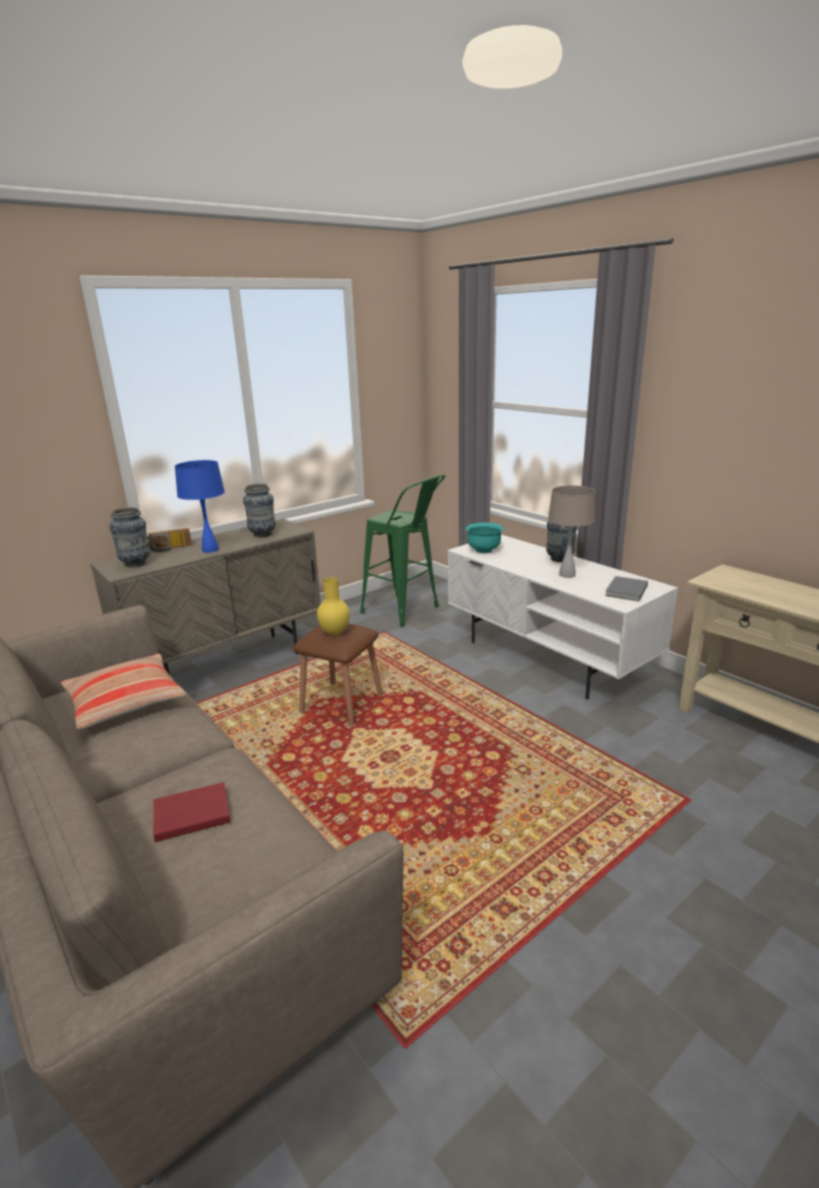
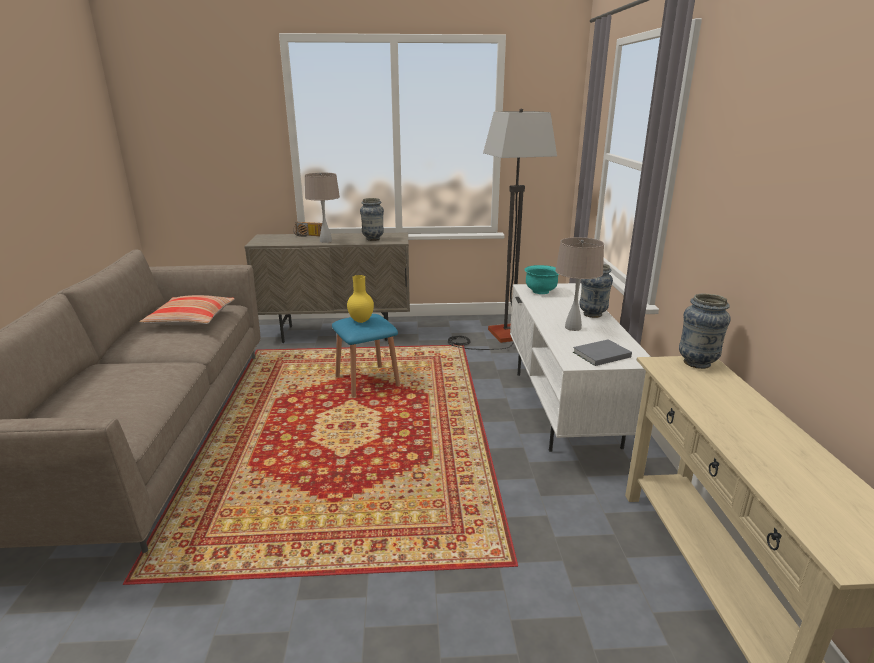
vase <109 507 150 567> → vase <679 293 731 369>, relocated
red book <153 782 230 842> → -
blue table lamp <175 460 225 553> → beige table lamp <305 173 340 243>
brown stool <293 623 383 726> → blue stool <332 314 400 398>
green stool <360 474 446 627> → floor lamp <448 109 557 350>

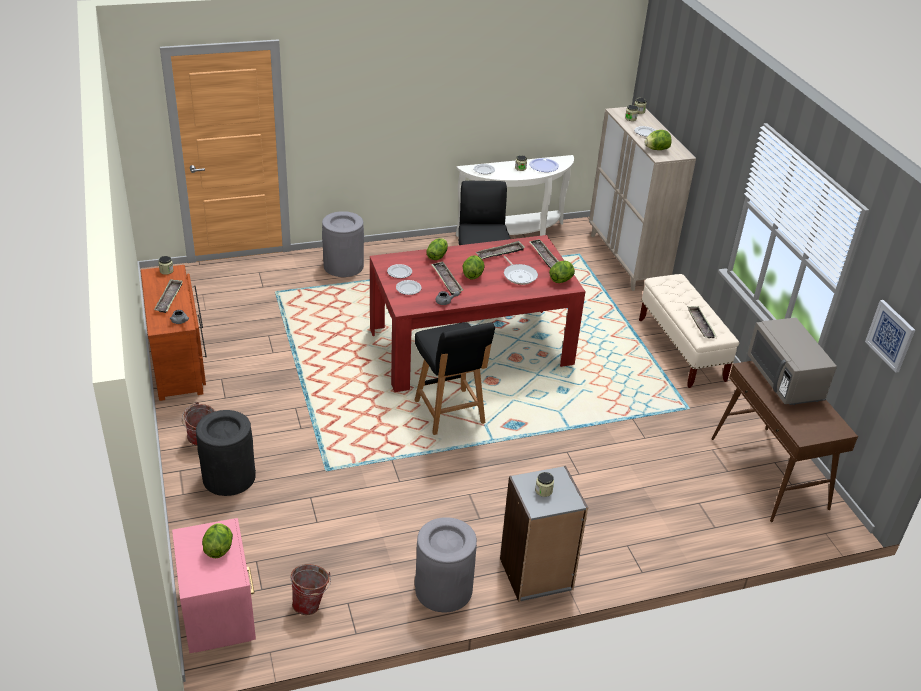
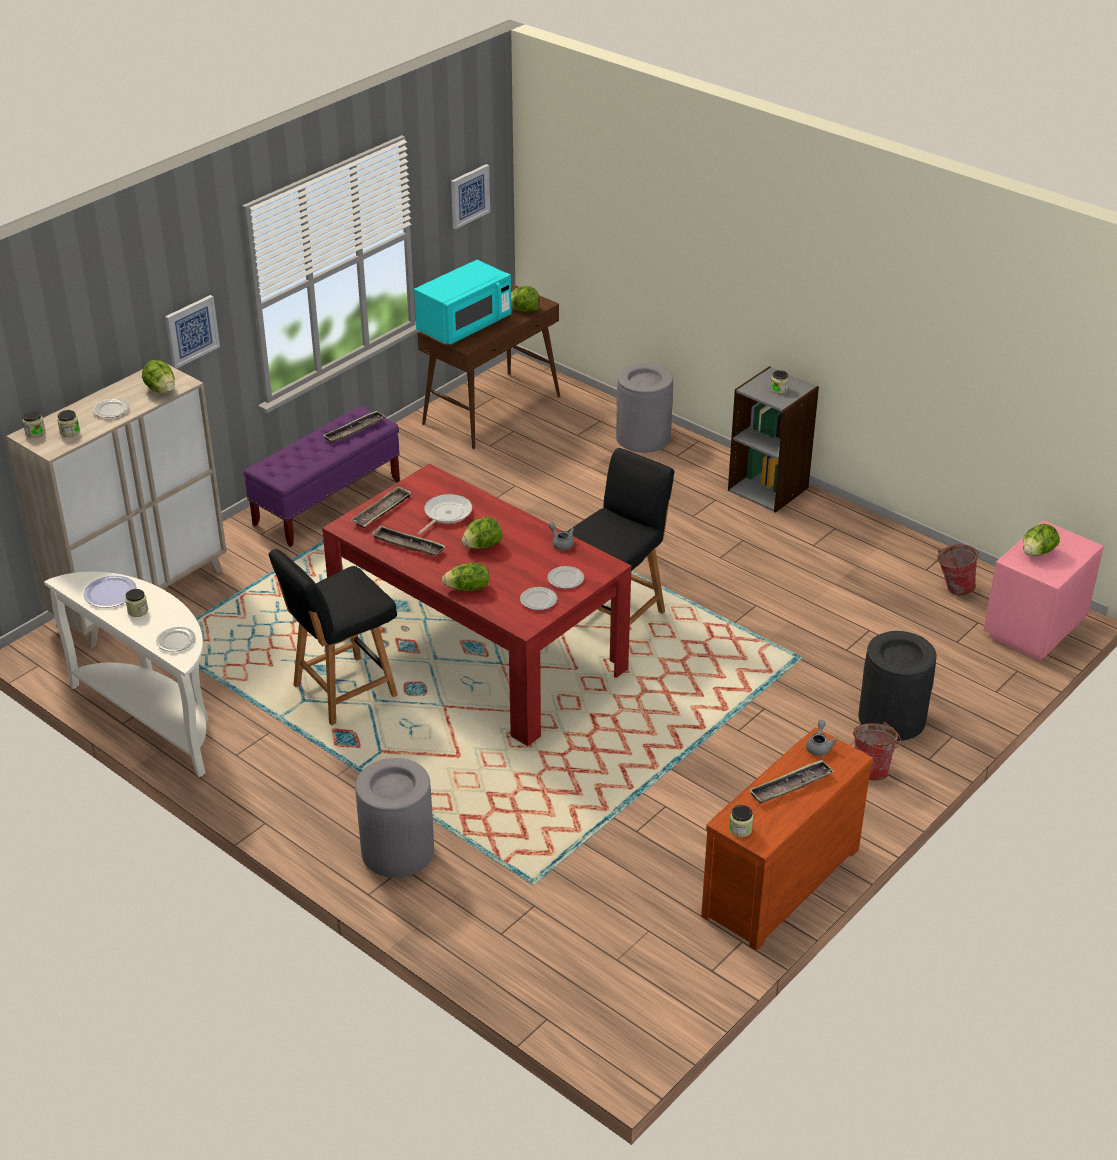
grey trash can <414 517 477 613> → grey trash can <616 363 673 453>, relocated
tray <431 262 463 295> → -
lettuce <549 261 575 283> → lettuce <511 286 540 312>, relocated
beige bench <639 274 739 388> → purple bench <244 406 400 547>
grey microwave <748 318 837 405> → turquoise microwave <414 260 512 344>
- → picture <165 295 220 369>

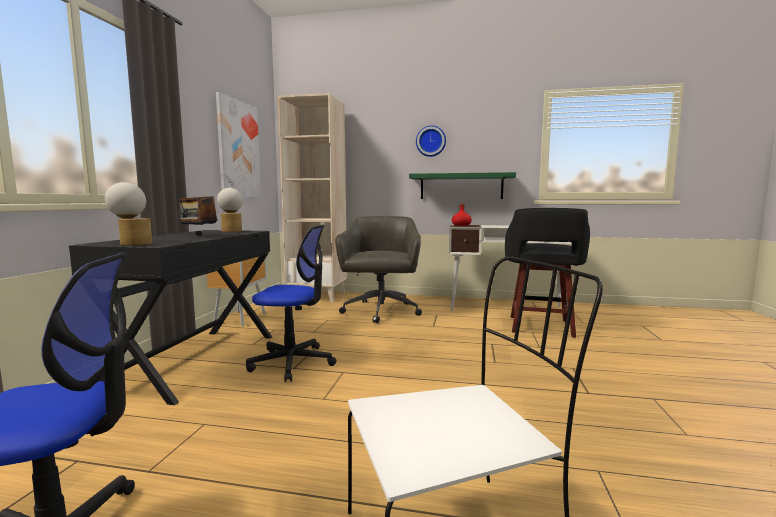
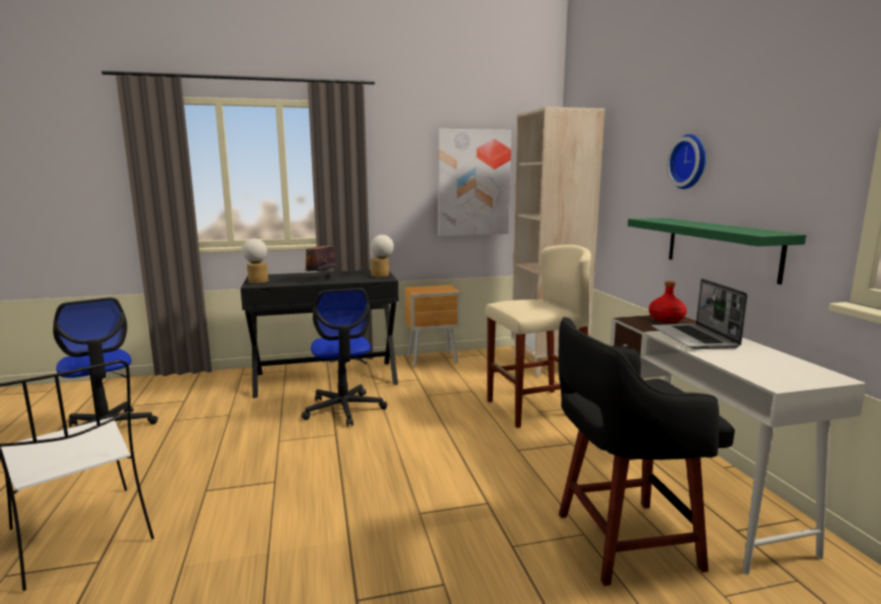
grey office chair <336 216 422 323> → beige stool <485 245 591 428>
- → laptop <651 279 747 349>

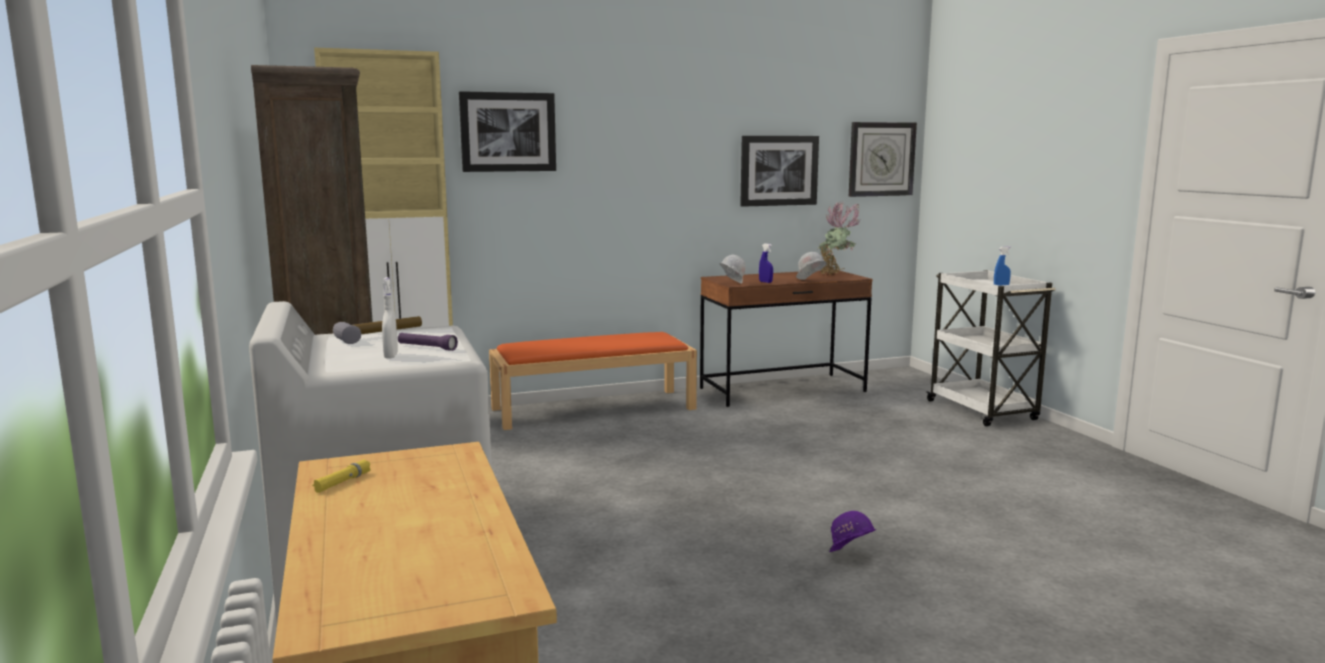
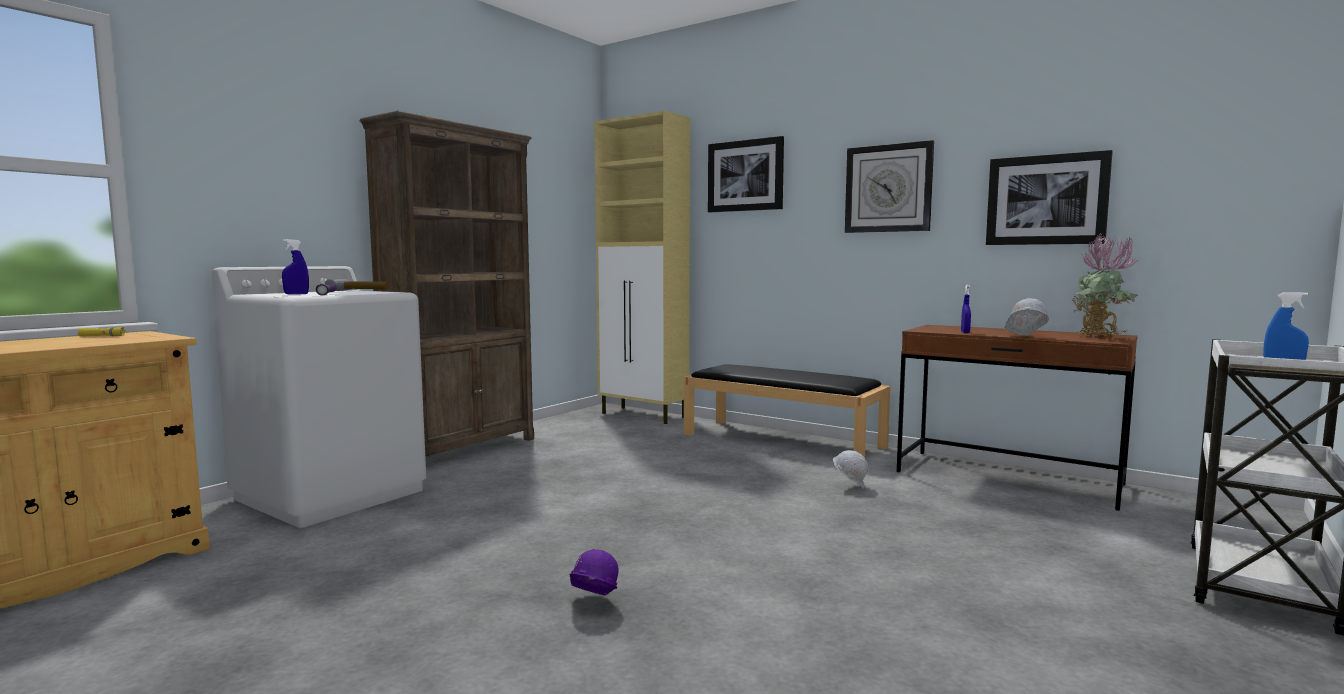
white spray bottle <382 277 398 359> → blue spray bottle <282 239 309 295>
orange bench <489 332 697 430> → black bench <684 364 891 458>
white hard hat <719 255 746 284> → white hard hat <833 450 869 489>, relocated
wall clock <849 122 917 197> → wall clock <845 140 934 233>, relocated

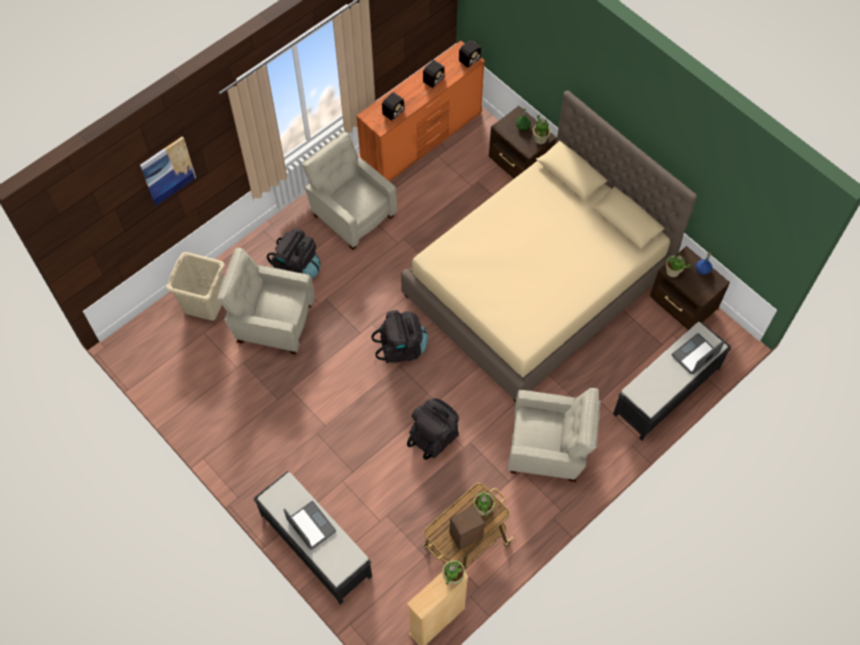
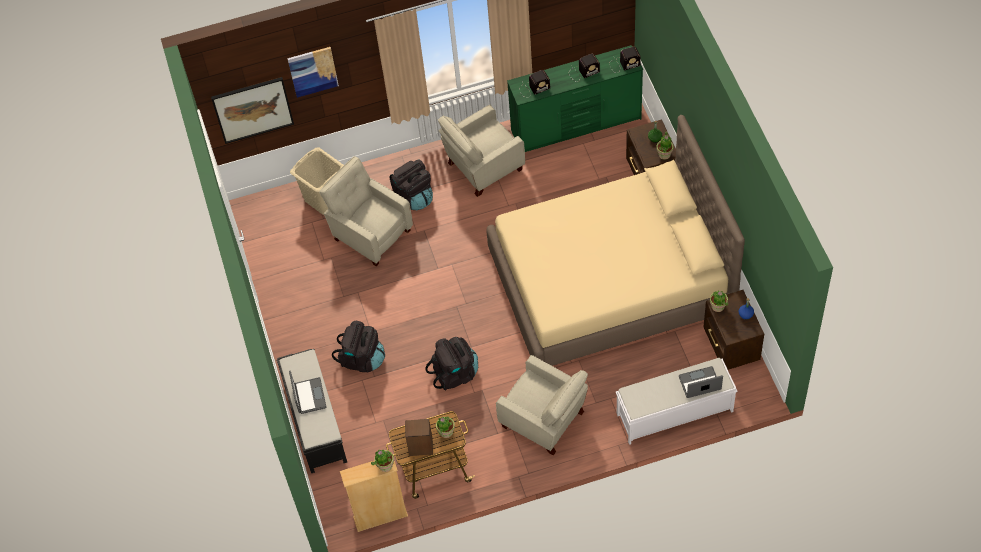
beige armchair <302 131 397 250> → beige armchair <438 105 525 197>, 105 degrees counterclockwise
orange dresser <356 41 485 182> → green dresser <507 45 643 152>
black backpack <371 310 428 363> → black backpack <332 321 385 372>, relocated
black bench <613 321 731 441> → white bench <616 358 737 445>
- → picture <211 77 294 144>

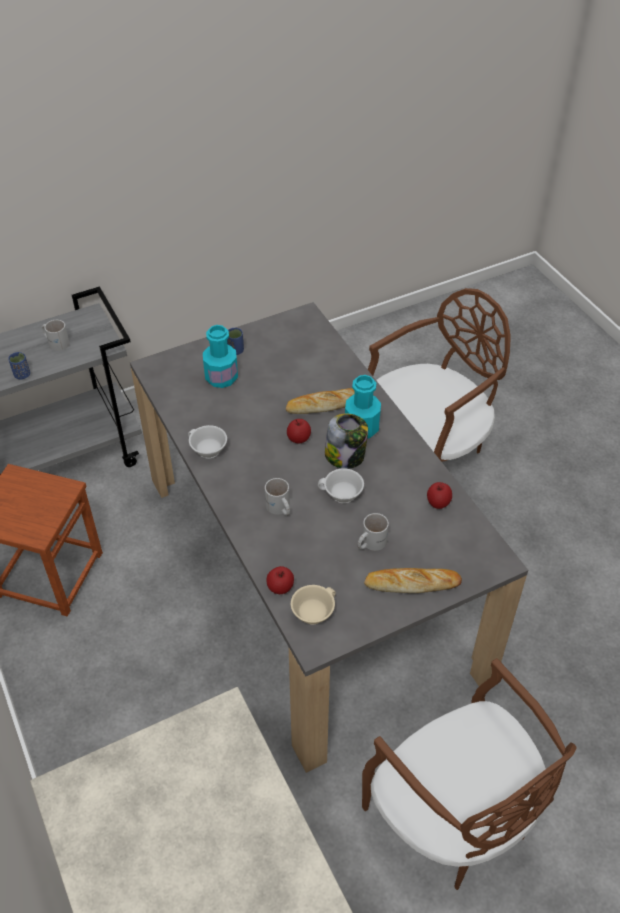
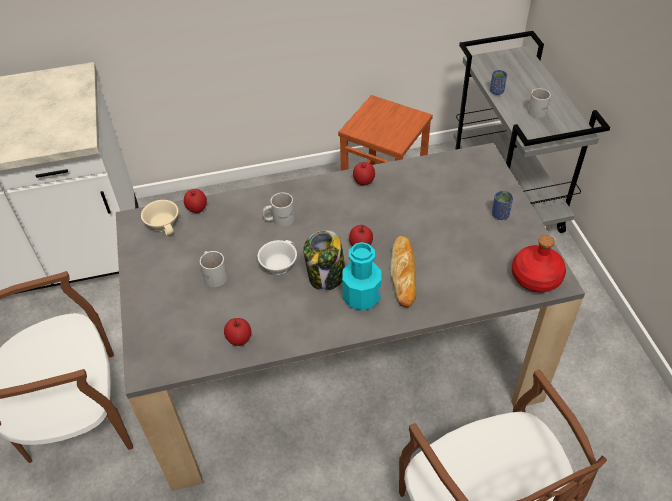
white cup <188 425 227 459> → apple <353 162 375 186>
turquoise bottle <203 325 238 388> → -
bread <364 568 462 593> → -
- → red bottle <512 235 566 293>

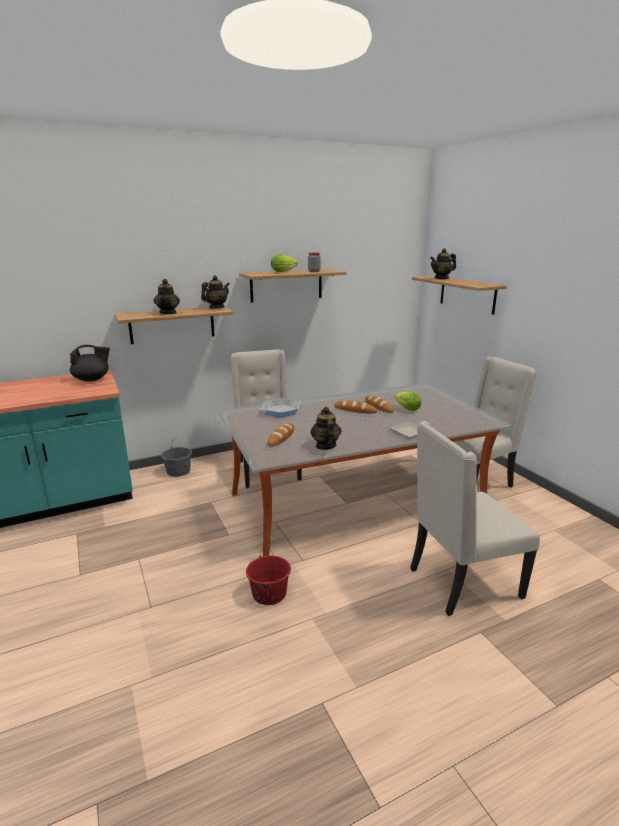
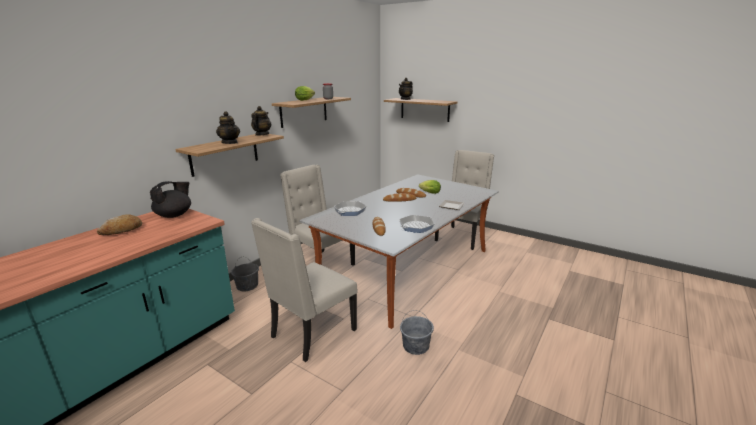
red bucket <246 547 291 605> → grey bucket <400 310 434 355>
teapot <311 407 342 450> → frying pan <399 215 434 233>
beige chair <410 421 540 616> → beige chair <251 218 358 362>, relocated
- → bread <97 214 142 235>

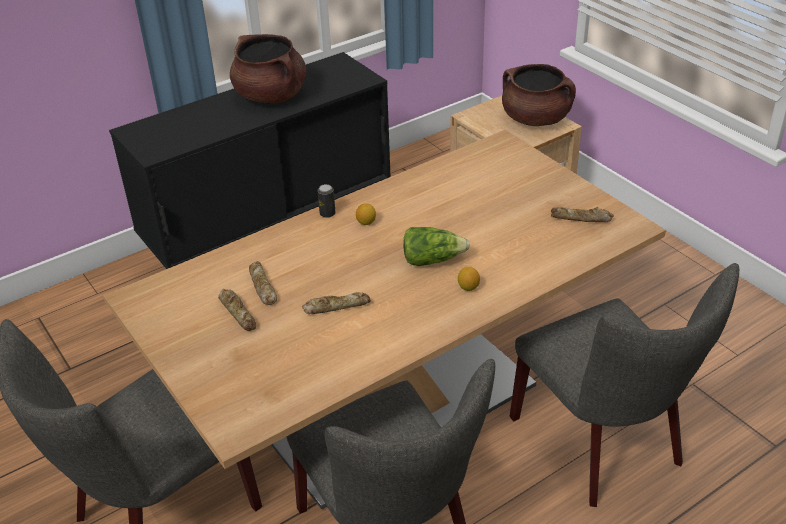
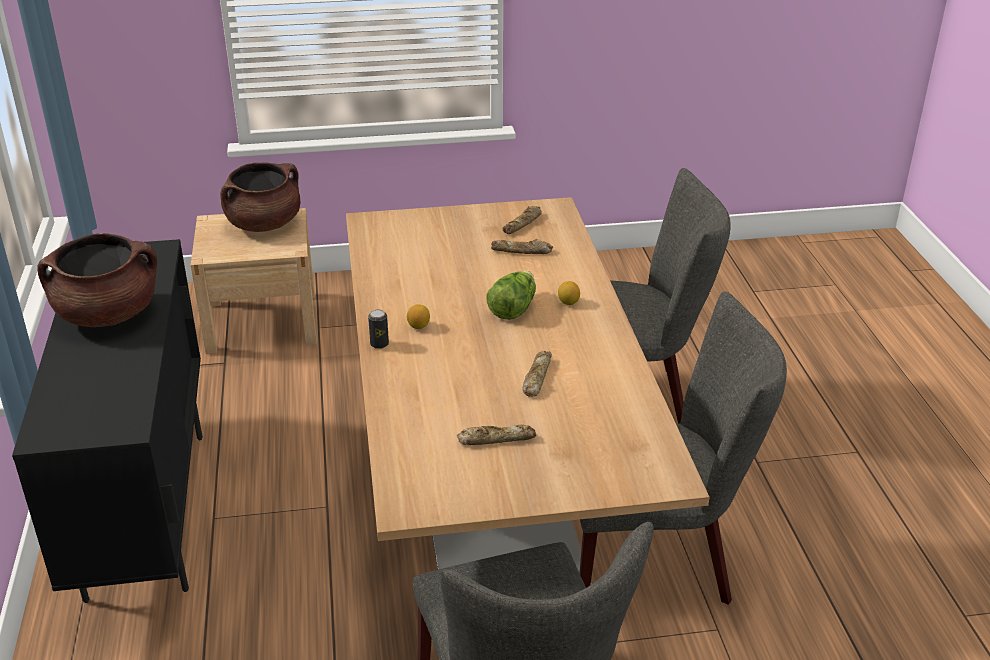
bread <249 261 277 305> → bread <491 239 553 254>, relocated

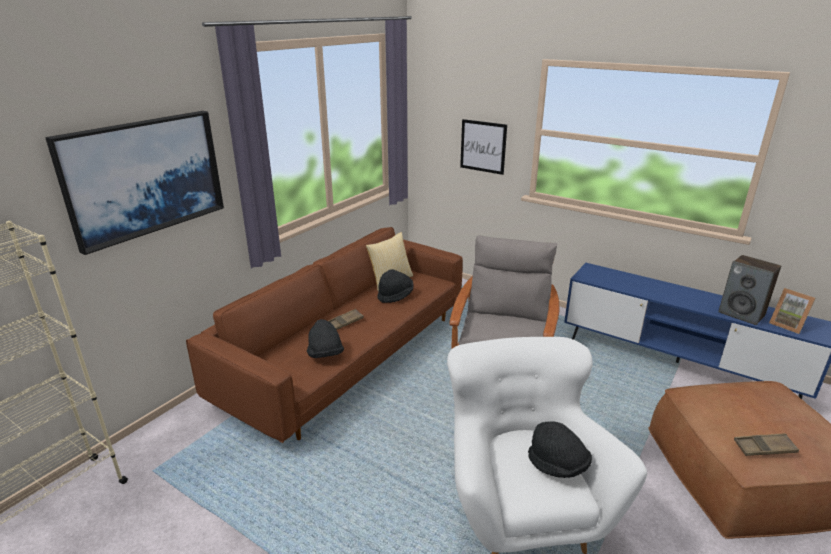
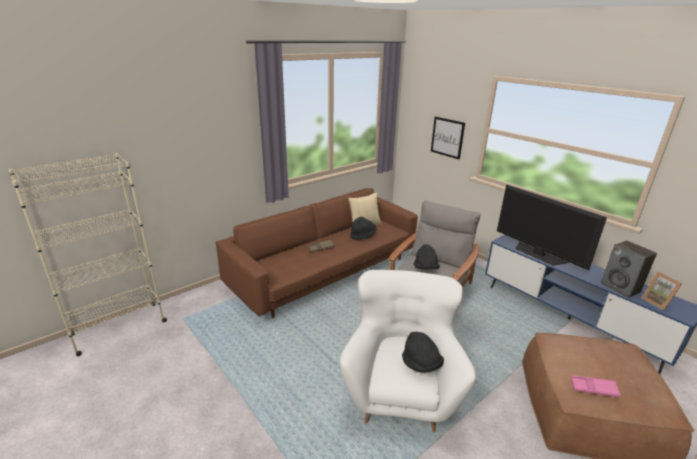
picture <45 111 224 255> → -
black hat <307 319 344 358> → black hat <414 244 440 269>, relocated
brown tray <734 433 799 456> → pink tray <571 375 621 397>
- → television <497 185 607 270>

